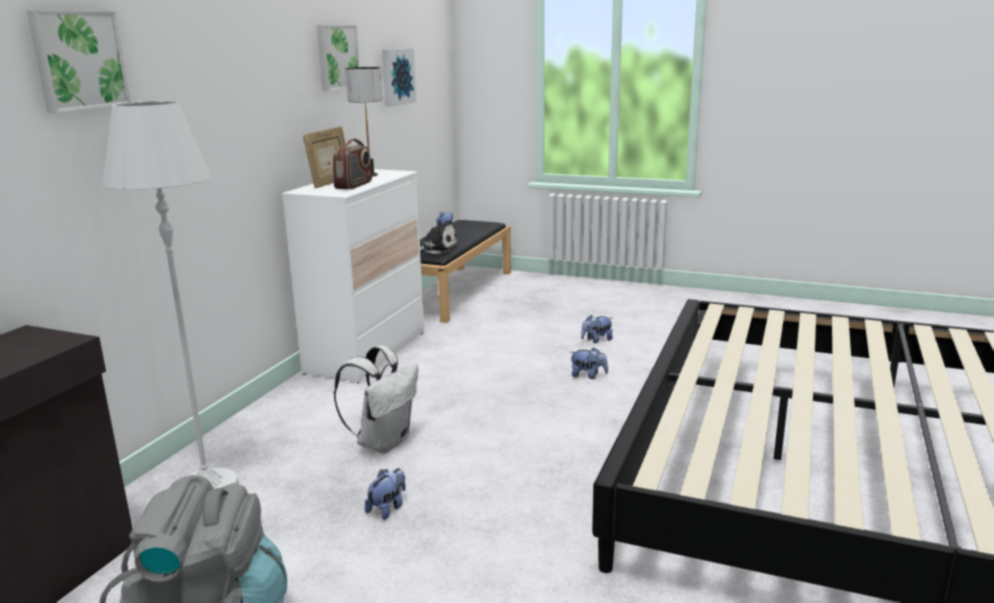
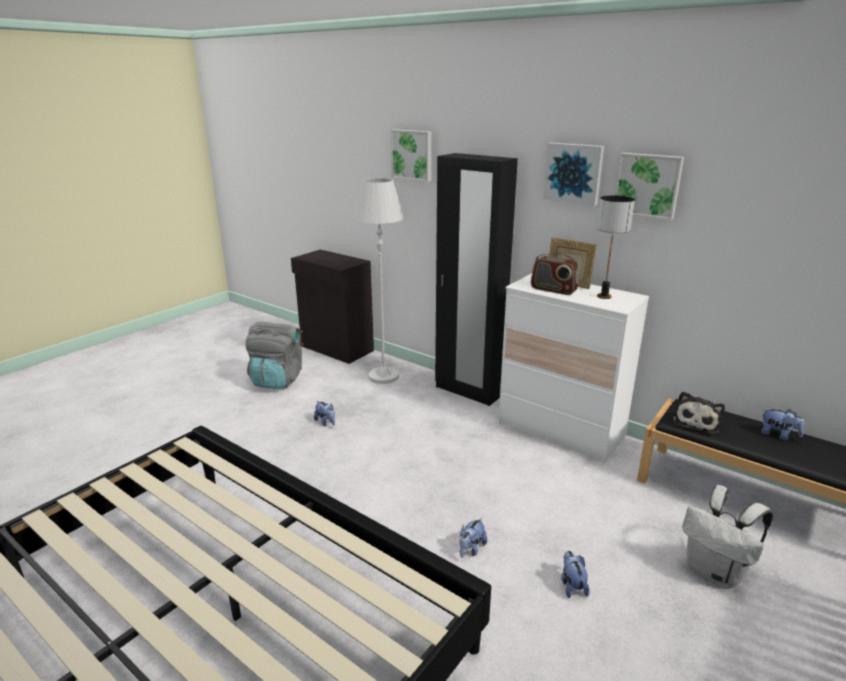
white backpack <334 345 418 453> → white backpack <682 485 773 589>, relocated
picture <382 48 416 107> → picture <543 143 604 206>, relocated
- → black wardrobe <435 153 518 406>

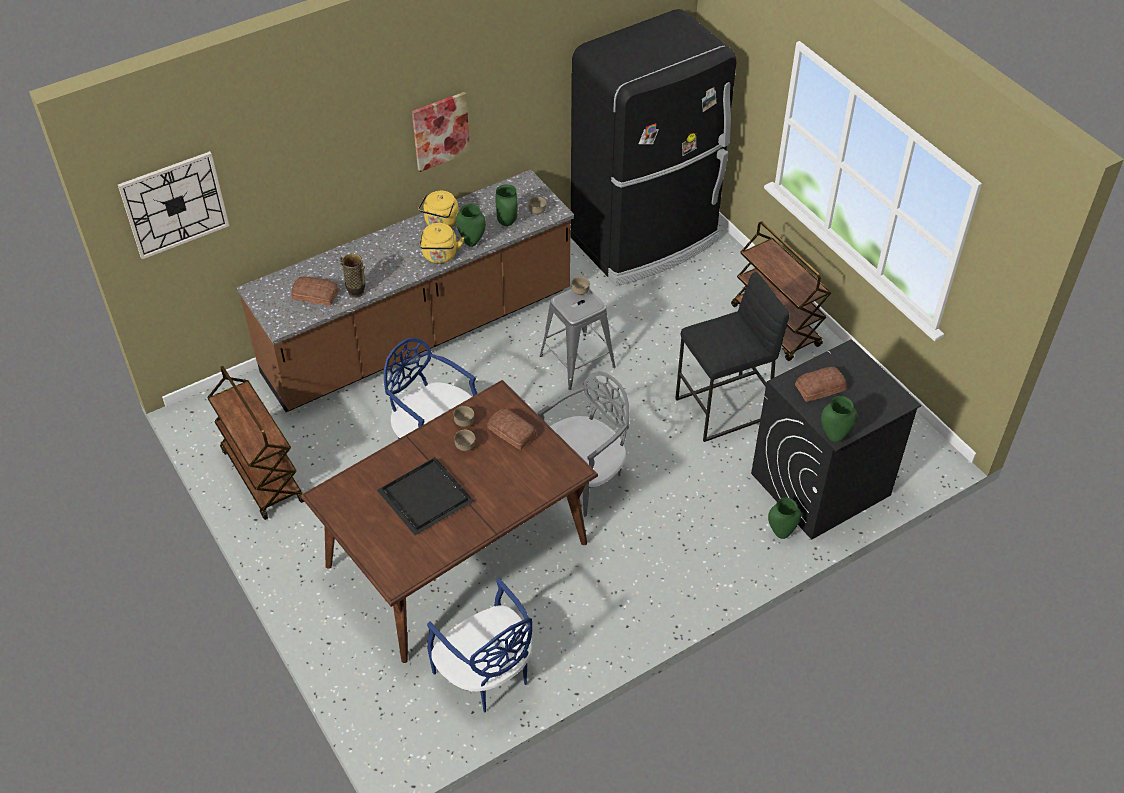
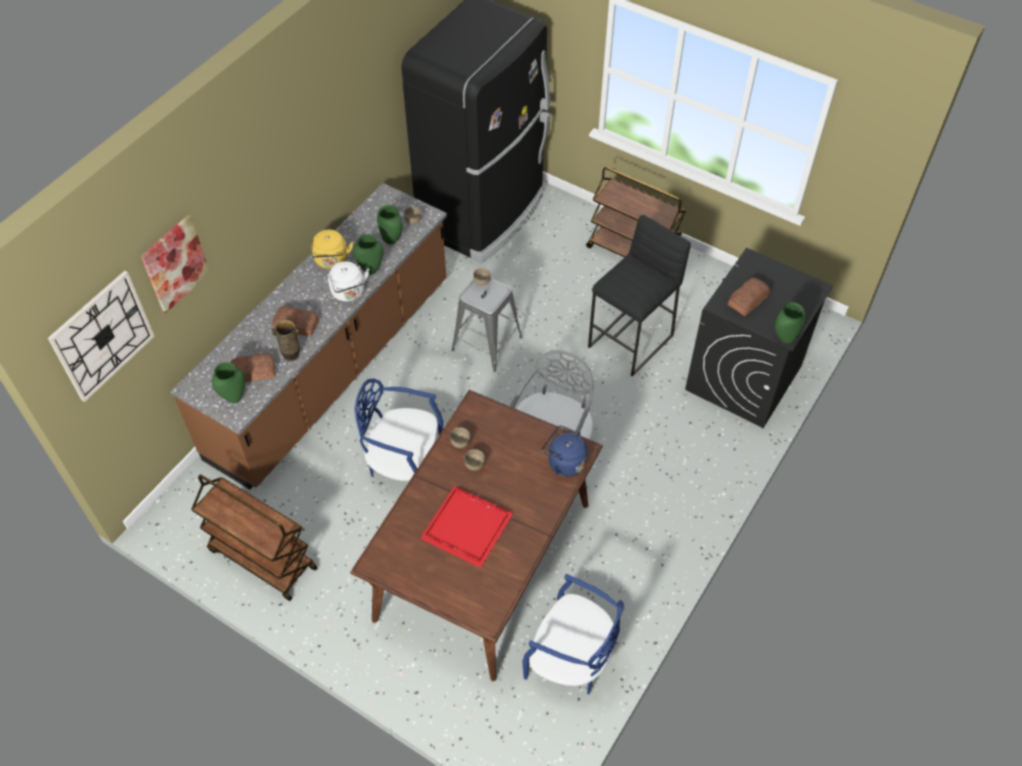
black tray <377 457 474 536> → red tray <420 486 513 568>
picture <412 92 470 172> → picture <141 215 210 313>, relocated
yellow kettle <420 223 464 263> → white kettle <328 262 369 302>
bread <487 408 536 450> → bread <273 306 319 337>, relocated
green vase <768 498 801 539> → green vase <211 362 245 403>, relocated
- → blue kettle <542 425 588 477>

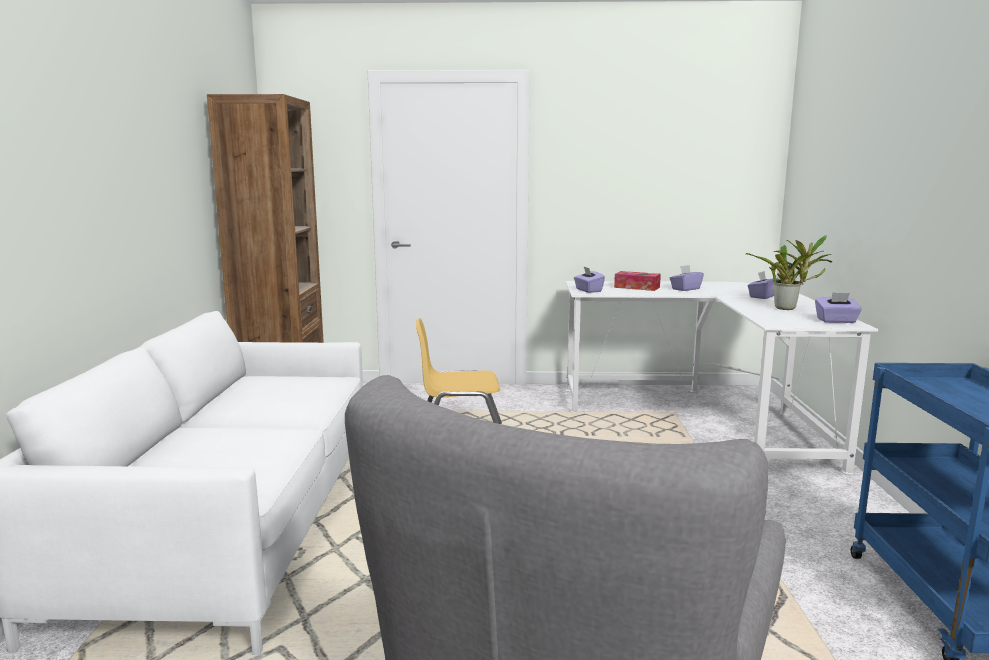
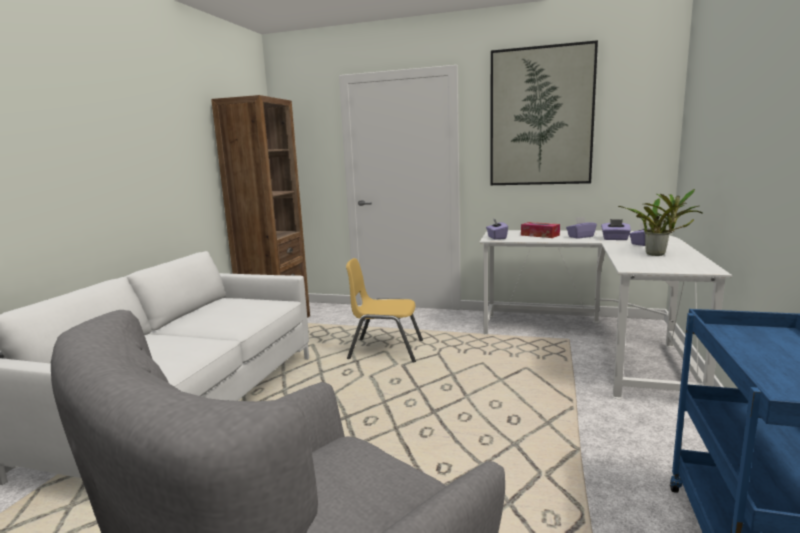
purple tissue box <815 292 862 323> → purple tissue box <601 219 631 240>, relocated
- → picture <490 40 598 185>

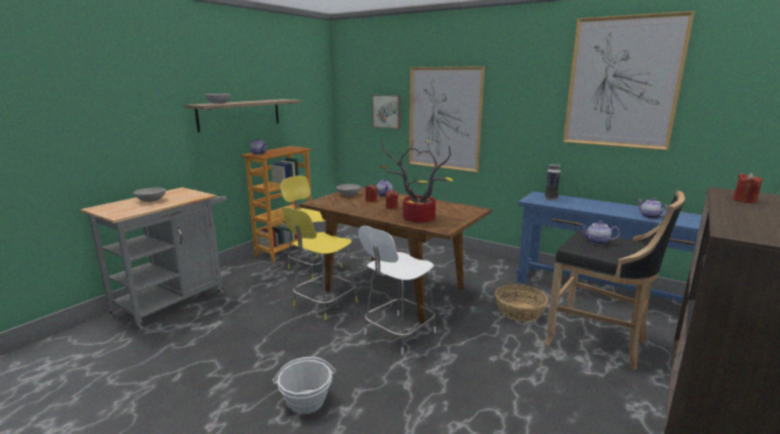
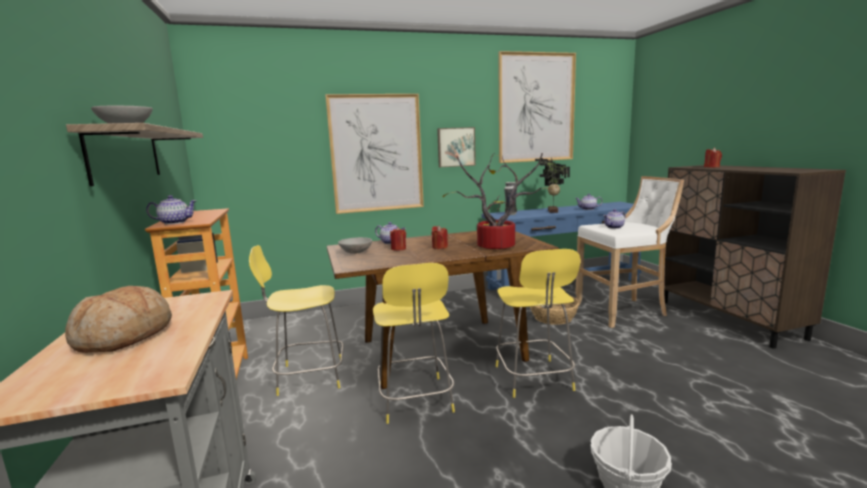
grey bowl <134 188 166 202> → bread <65 286 172 353>
white chair <358 226 436 355> → yellow chair <496 249 581 398>
picture <372 95 401 129> → picture <437 127 476 167>, relocated
black stool <544 191 685 370> → white stool <575 176 684 328>
- → potted plant <535 158 570 213>

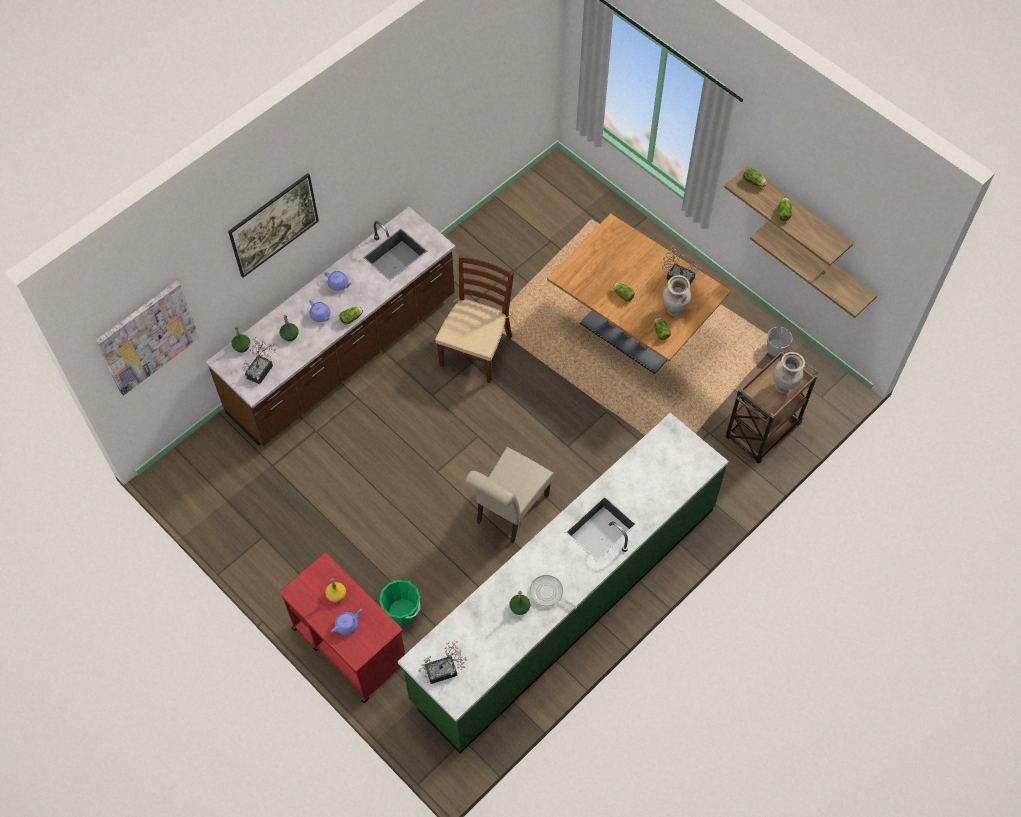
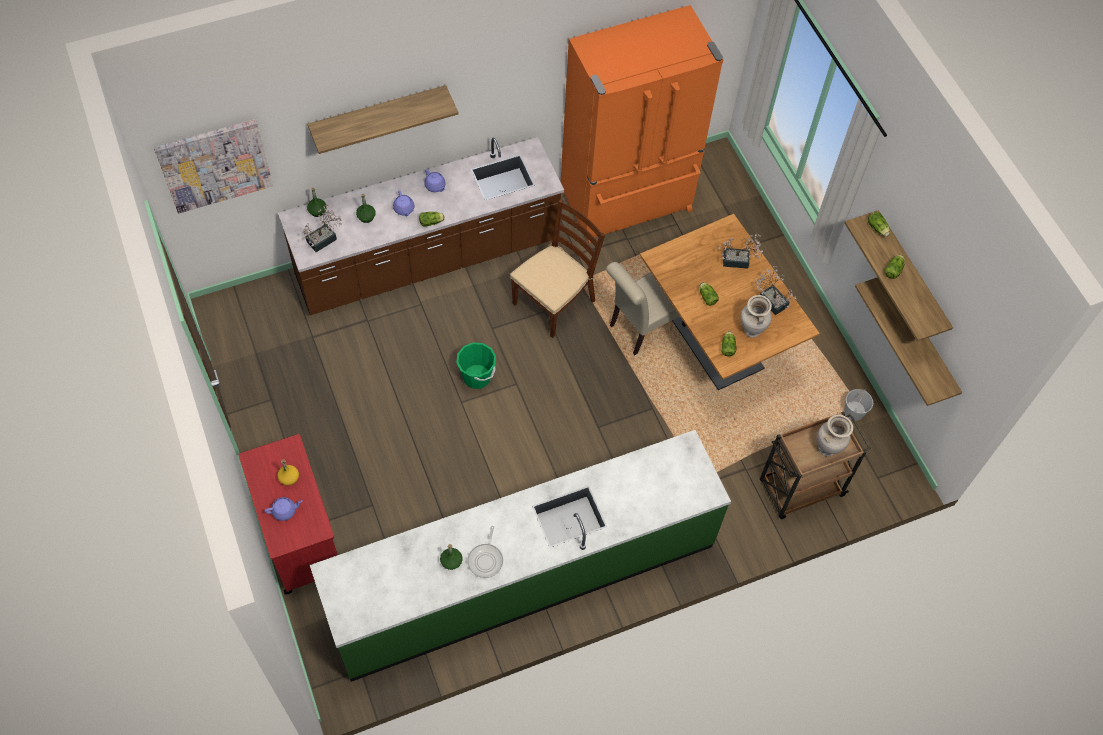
picture <228 173 319 278> → shelf <308 85 459 154>
green bucket <379 580 420 626> → green bucket <456 343 496 389>, relocated
potted plant <418 640 467 684> → potted plant <718 234 763 269>, relocated
beige chair <465 447 554 544> → beige chair <606 262 686 355>, relocated
frying pan <530 575 577 609> → frying pan <467 526 503 578>, 135 degrees counterclockwise
- → orange fridge <561 5 723 243>

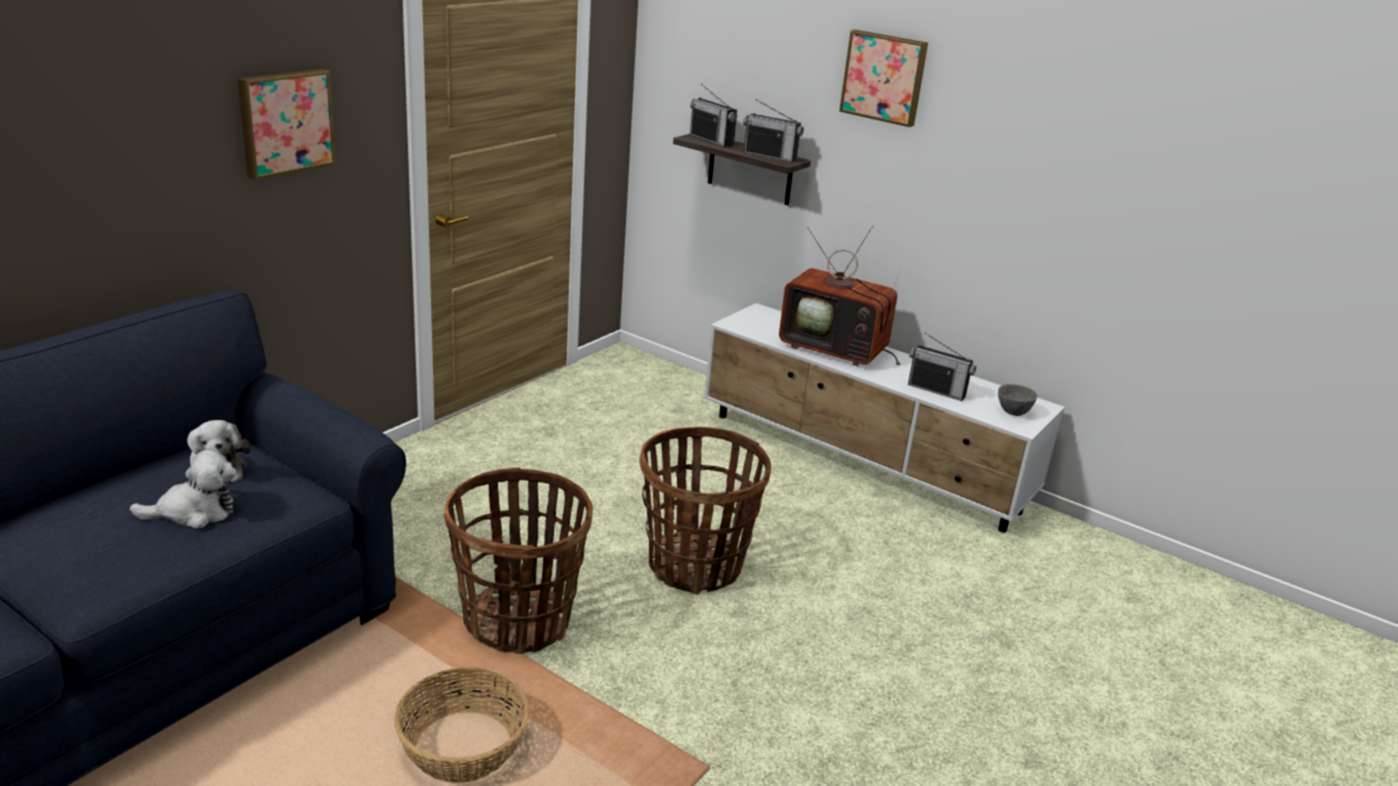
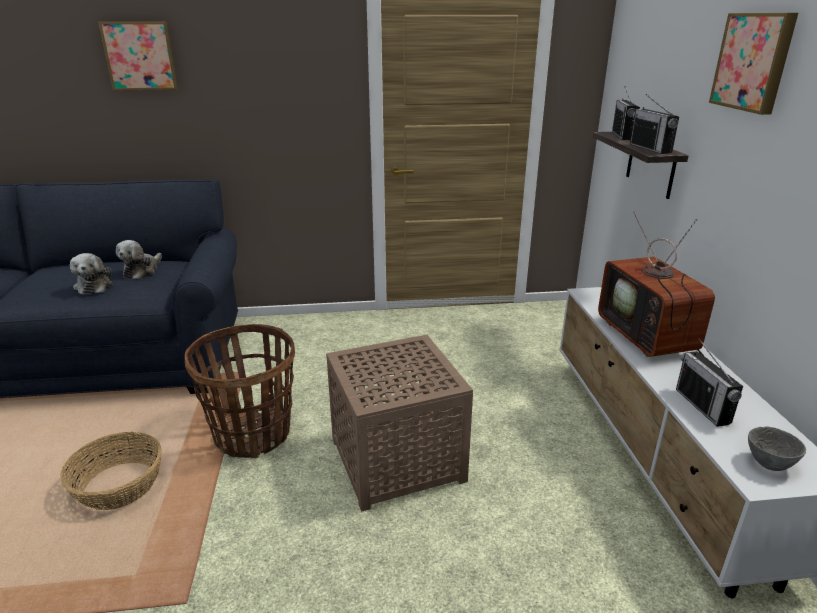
plush toy <130 449 236 529> → plush toy <70 253 112 295>, 45 degrees clockwise
picture <237 69 336 180> → picture <98 22 178 90>, relocated
basket <639 427 771 595> → brown side table <326 335 473 512>

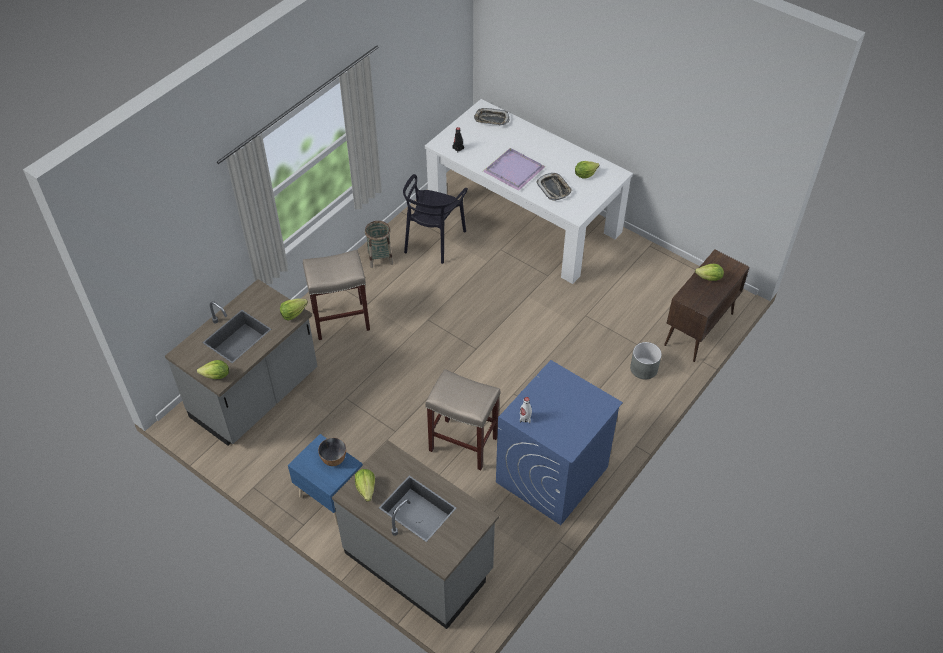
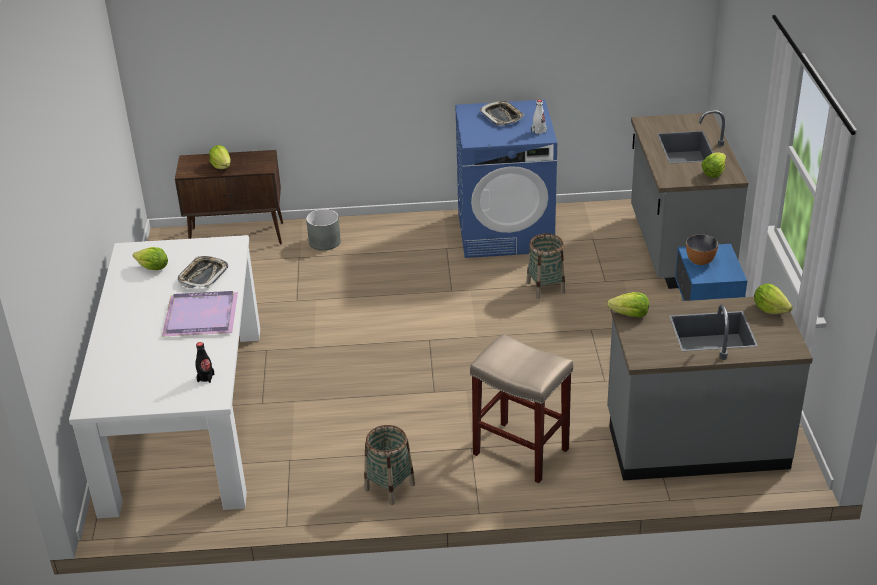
black chair <403 174 468 264> → -
beige stool <425 369 500 470> → basket <526 234 565 299>
tray <474 108 509 125> → tray <480 101 525 126>, relocated

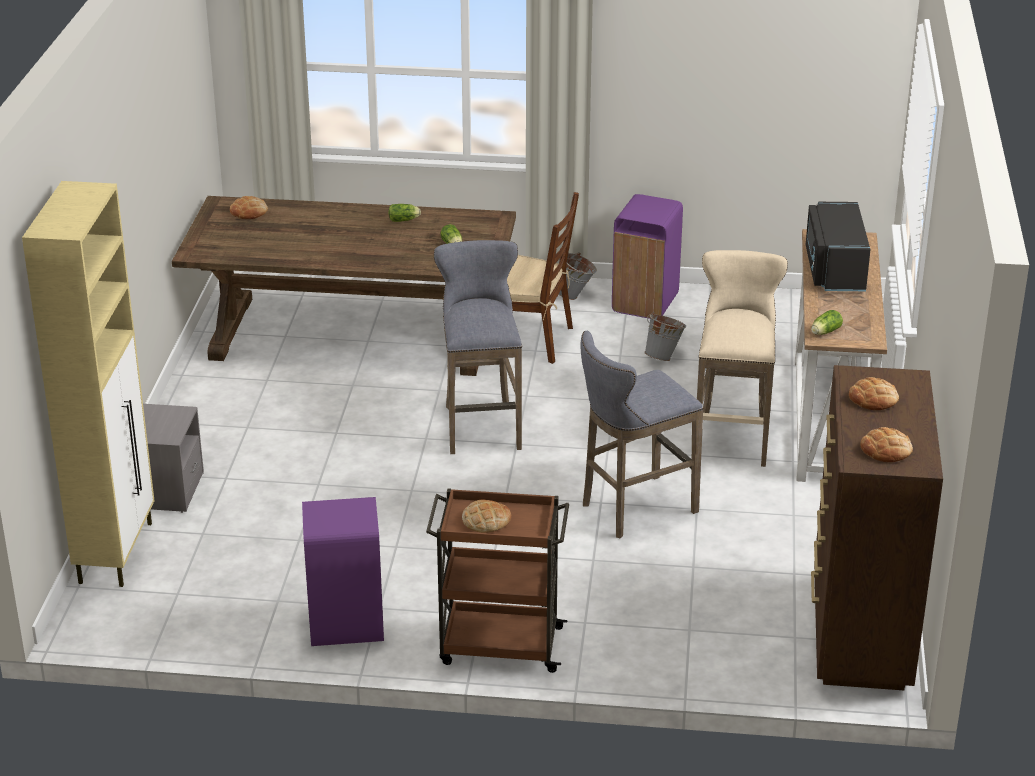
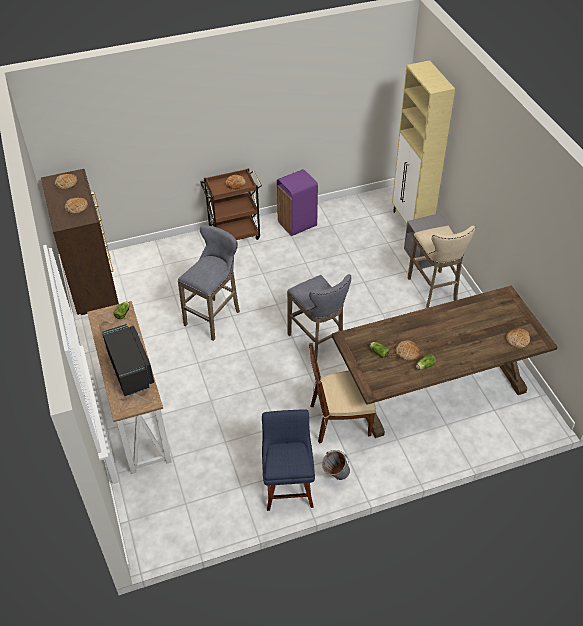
purple trash can <612 194 683 319> → blue chair <262 409 315 511>
grey bucket <644 312 686 361> → -
beige stool <697 250 788 467> → beige stool <408 226 475 308>, relocated
- → bread <396 340 420 360>

